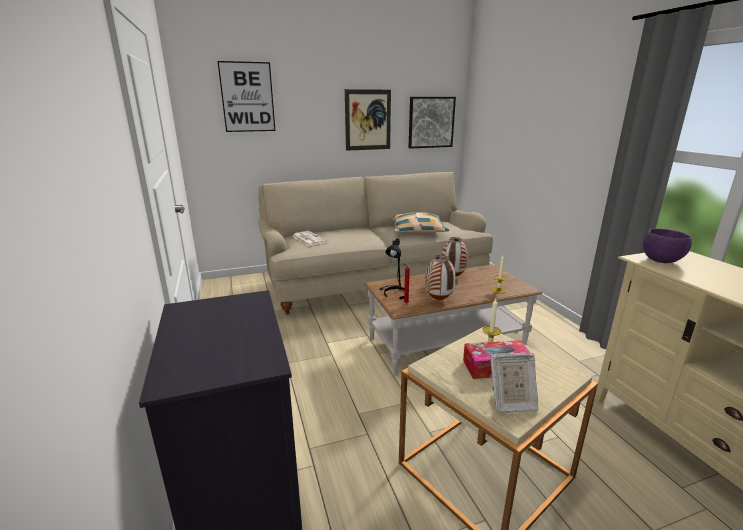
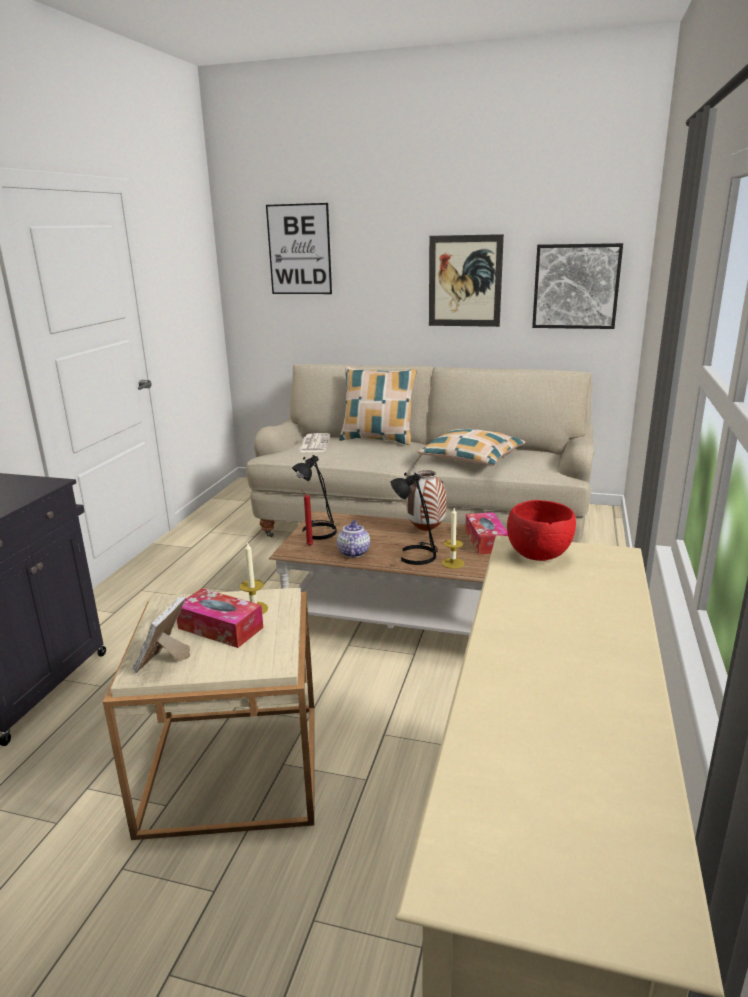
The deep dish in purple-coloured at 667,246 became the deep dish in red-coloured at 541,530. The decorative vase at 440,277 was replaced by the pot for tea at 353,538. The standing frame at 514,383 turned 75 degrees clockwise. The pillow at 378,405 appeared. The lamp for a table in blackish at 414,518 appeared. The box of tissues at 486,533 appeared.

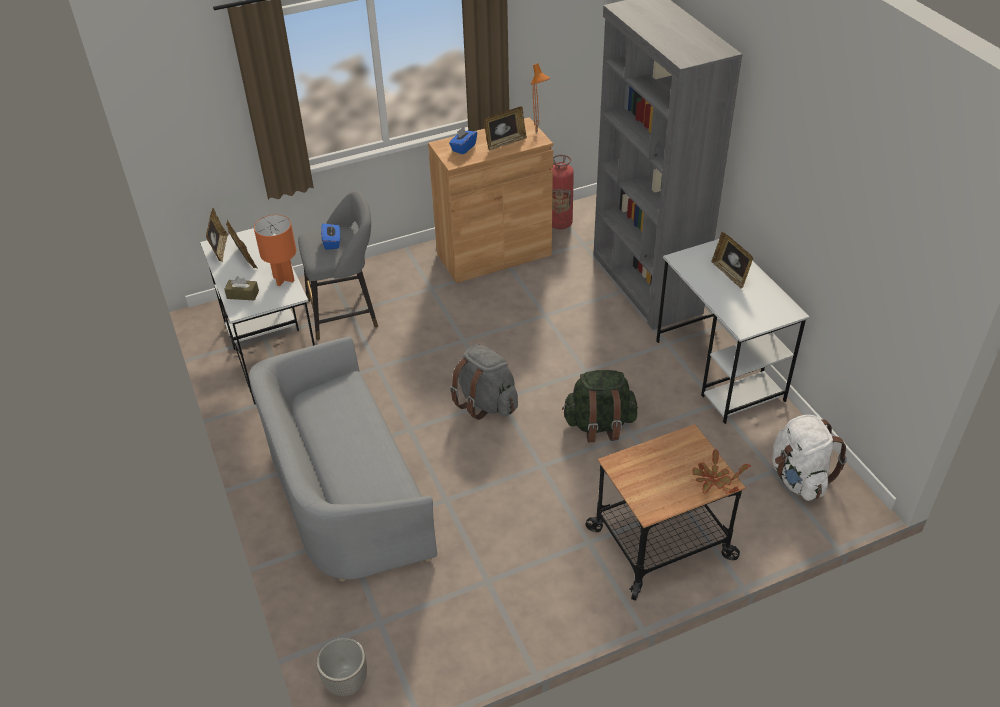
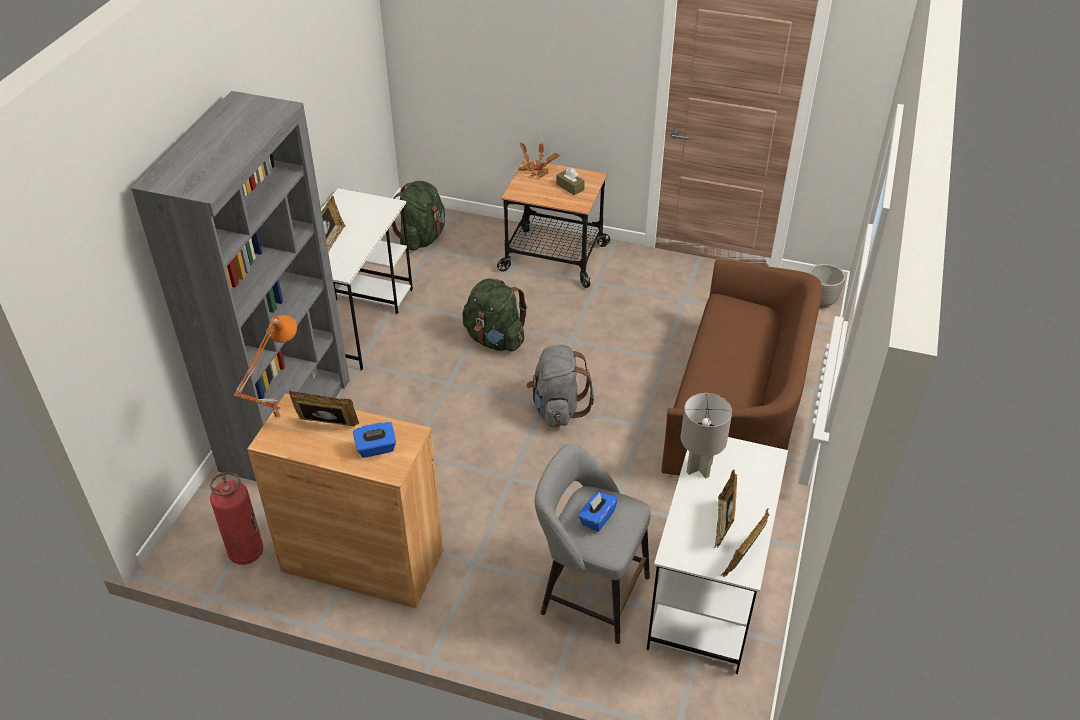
The lamp for a table in orange at 275,250 became the lamp for a table in grey at 706,435. The box of tissues in brown-coloured moved from 241,288 to 570,181. The settee in grey at 343,459 became the settee in brown-coloured at 741,368. The backpack in whitish at 809,458 became the backpack in green at 418,216.

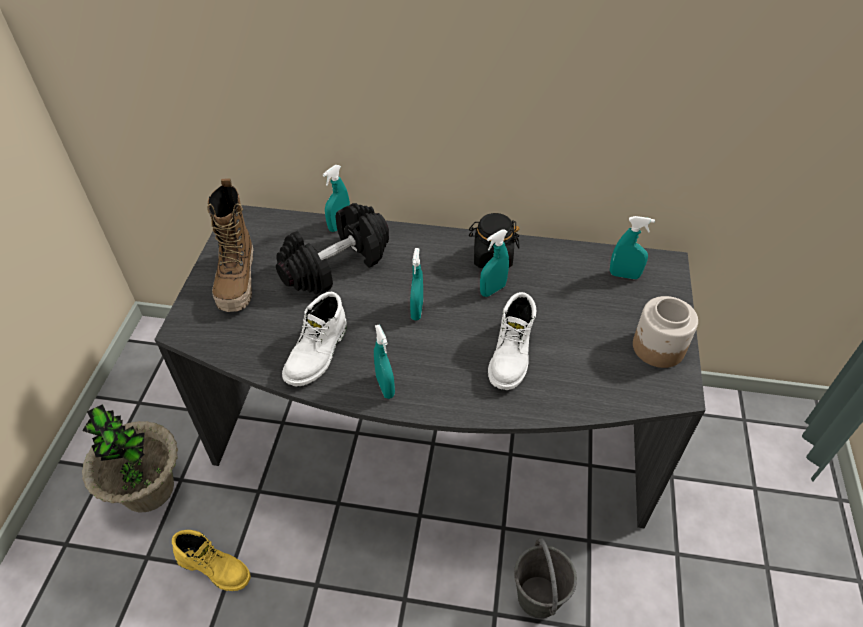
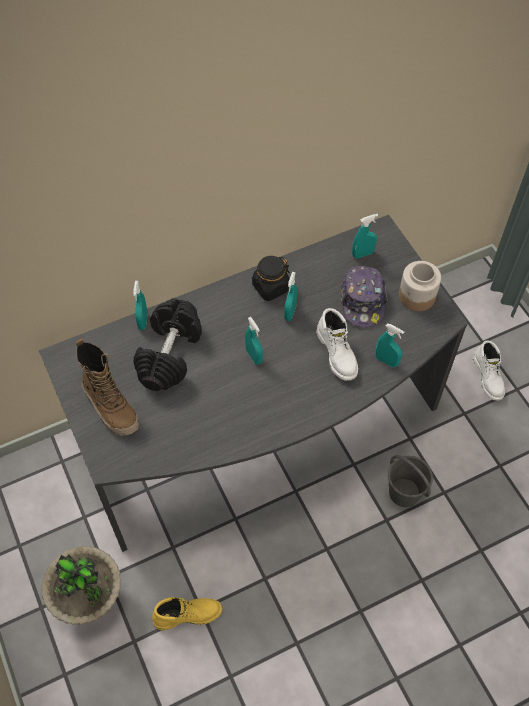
The tall boot in whitish moved from 314,339 to 489,371. The hand sprayer in blue-green moved from 384,361 to 390,345. The baseball cap at 364,297 appeared.

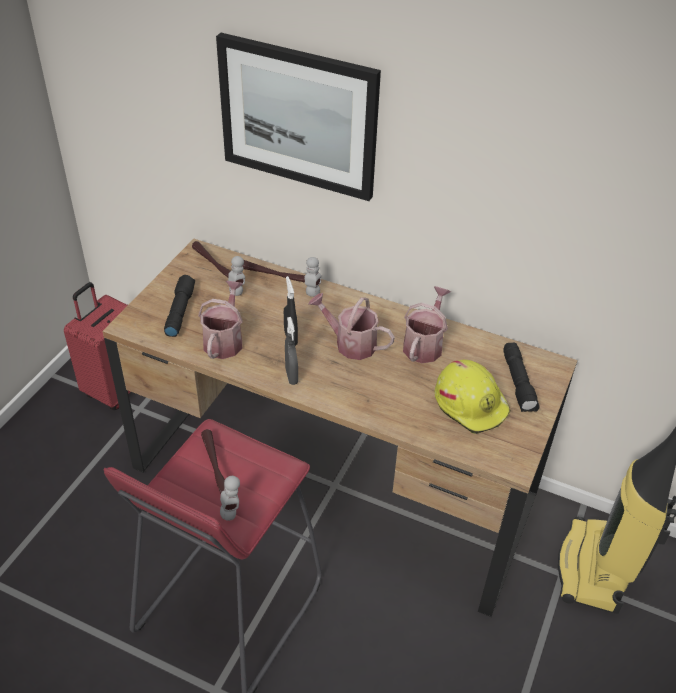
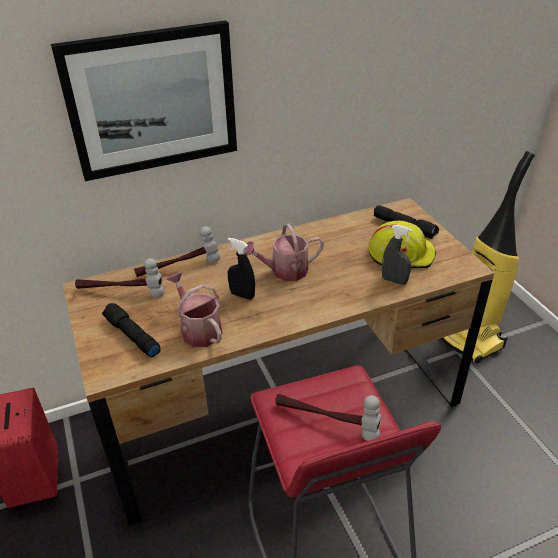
The sprinkling can at 427,324 disappeared. The hand sprayer in grey moved from 291,351 to 397,255.

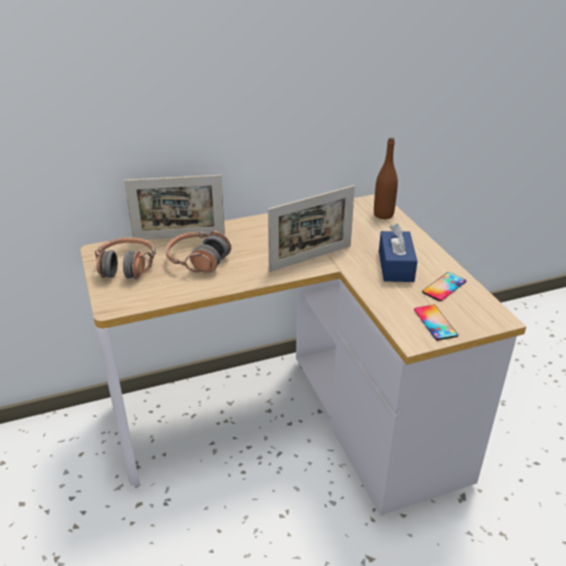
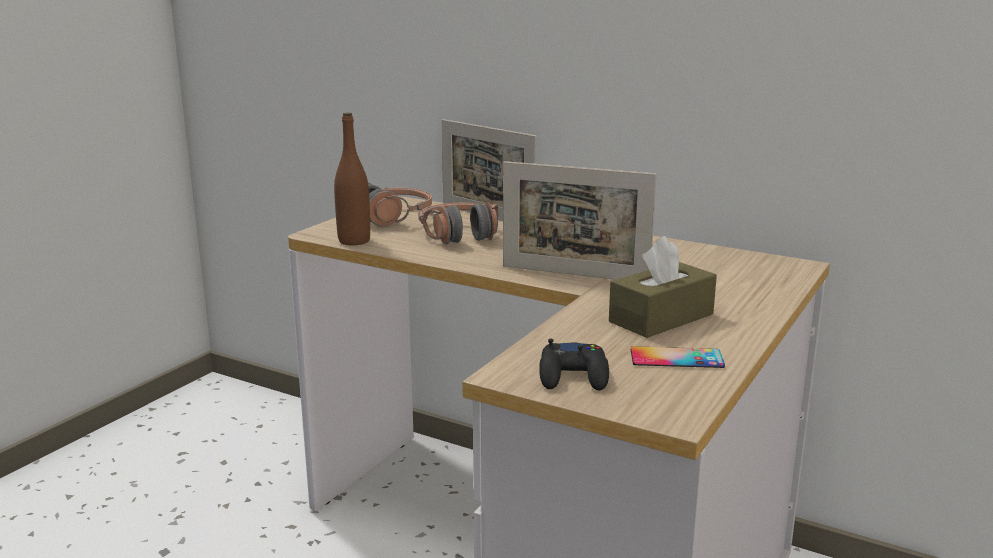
The beverage bottle in brown-coloured moved from 386,178 to 352,179. The box of tissues in blue-coloured at 398,253 became the box of tissues in brown-coloured at 663,287. The telephone at 436,323 was replaced by the gamepad in blackish at 574,364.

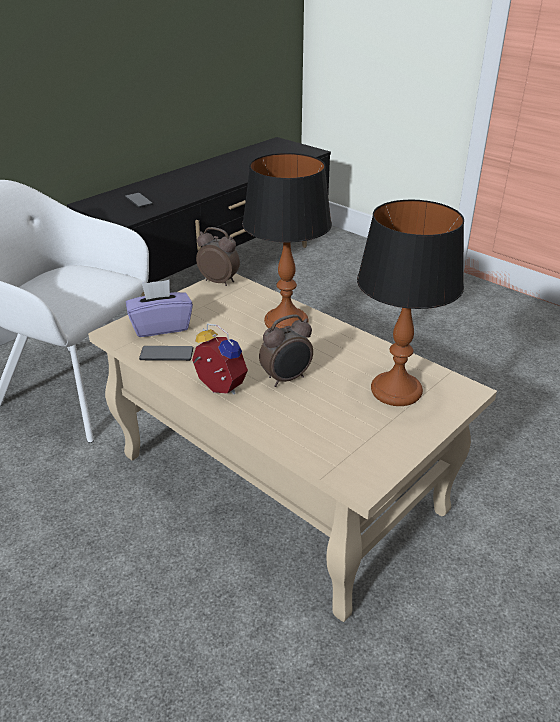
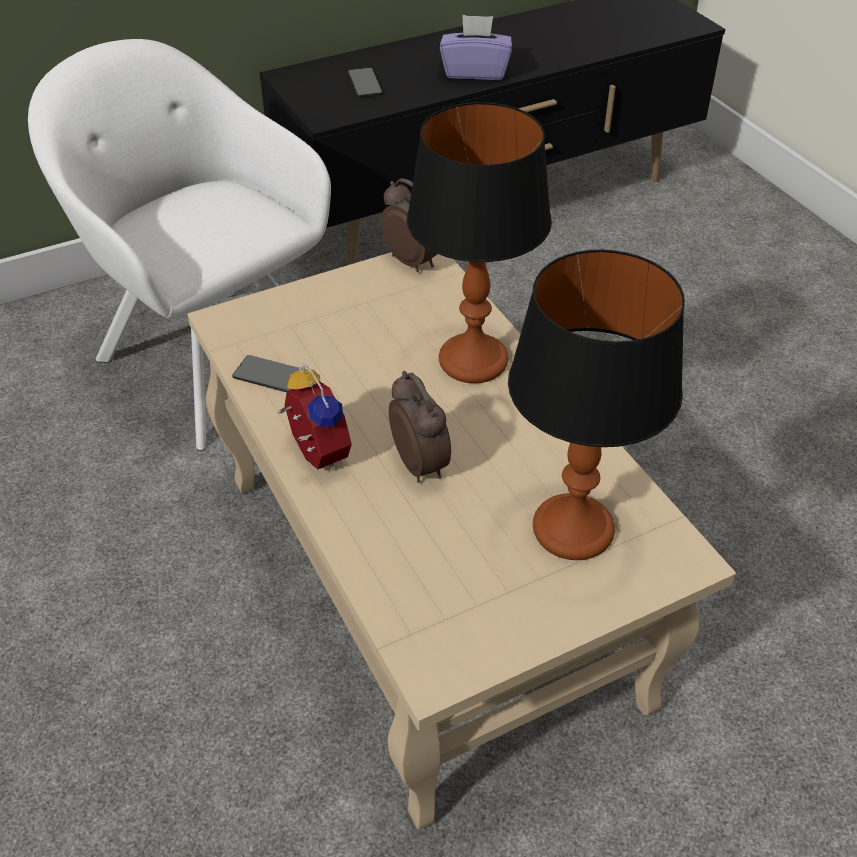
The box of tissues in purple-coloured moved from 159,308 to 476,47. The table clock at 286,350 turned 105 degrees counterclockwise.

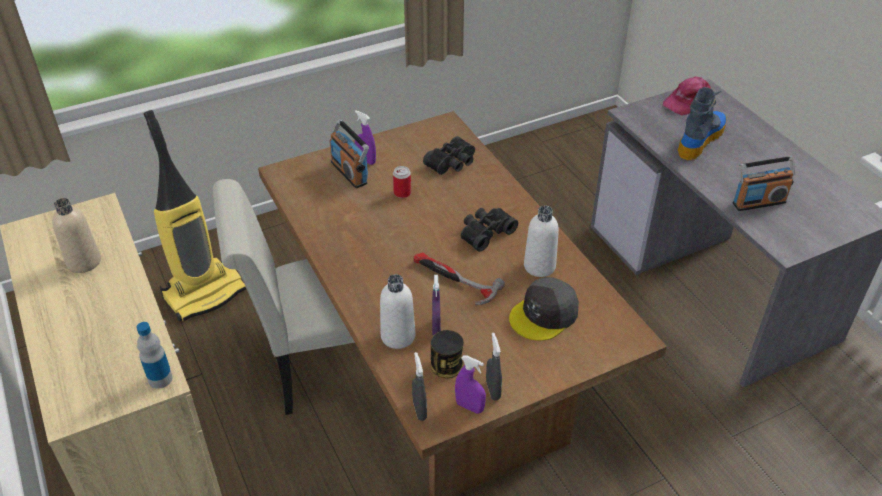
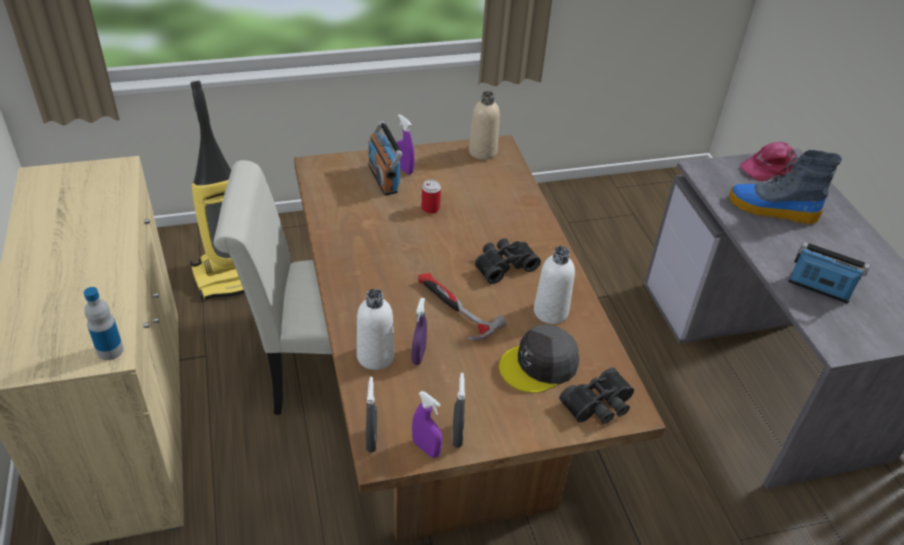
The tall boot at 702,123 turned 120 degrees counterclockwise. The pair of binoculars in blackish moved from 449,155 to 596,396. The radio receiver at 764,183 turned 150 degrees counterclockwise. The beverage bottle in sand-coloured moved from 76,235 to 484,125. The metal can at 447,354 disappeared.

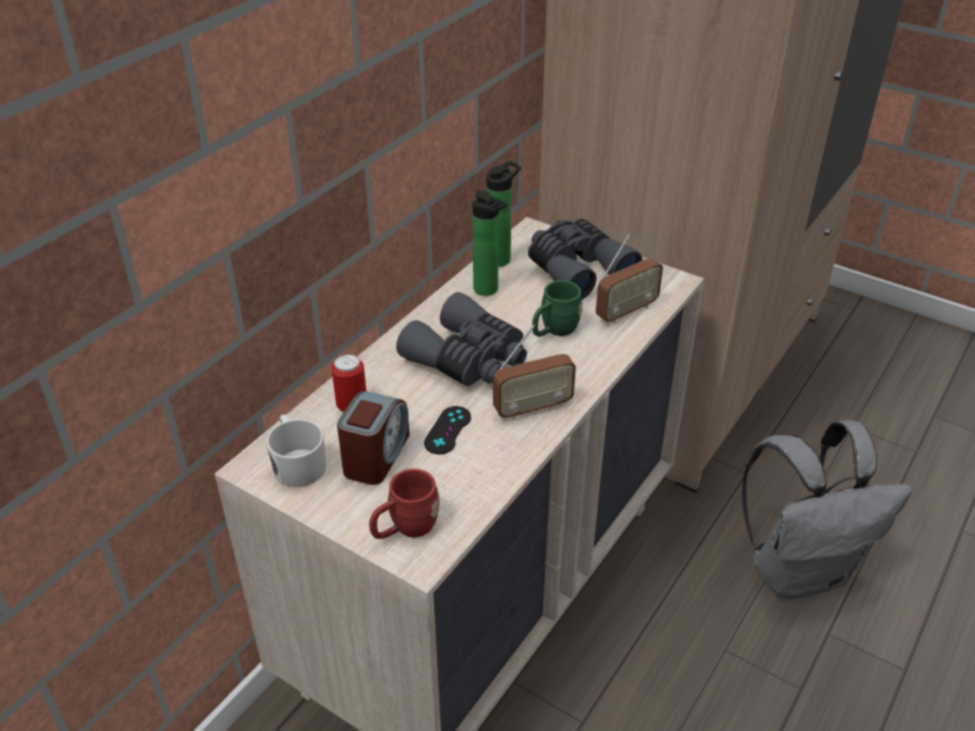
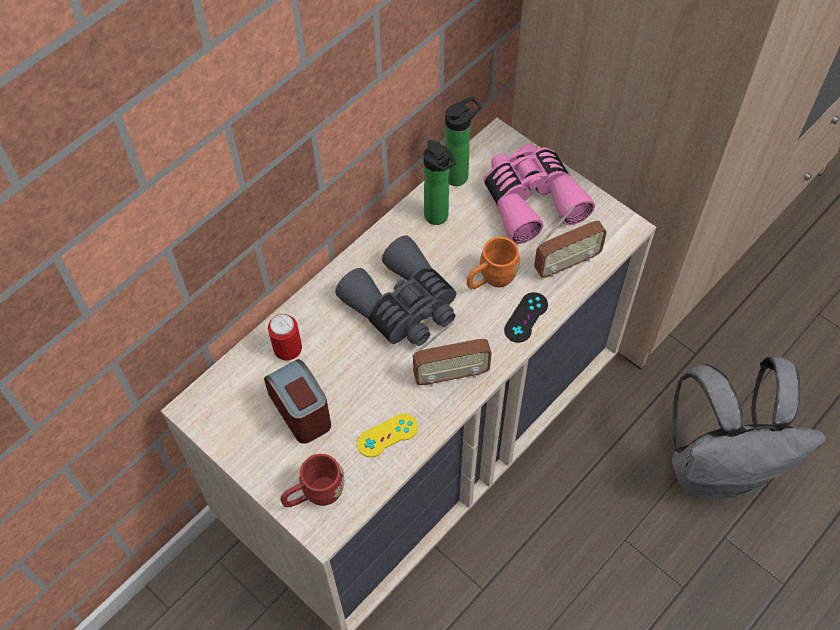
The pair of binoculars in grey at 585,259 became the pair of binoculars in pink at 539,194. The tea mug in green at 557,308 became the tea mug in orange at 493,263. The table clock at 373,438 turned 60 degrees counterclockwise. The gamepad in blackish moved from 447,430 to 526,317. The tea mug in whitish at 296,451 disappeared. The gamepad in yellowish at 387,435 appeared.

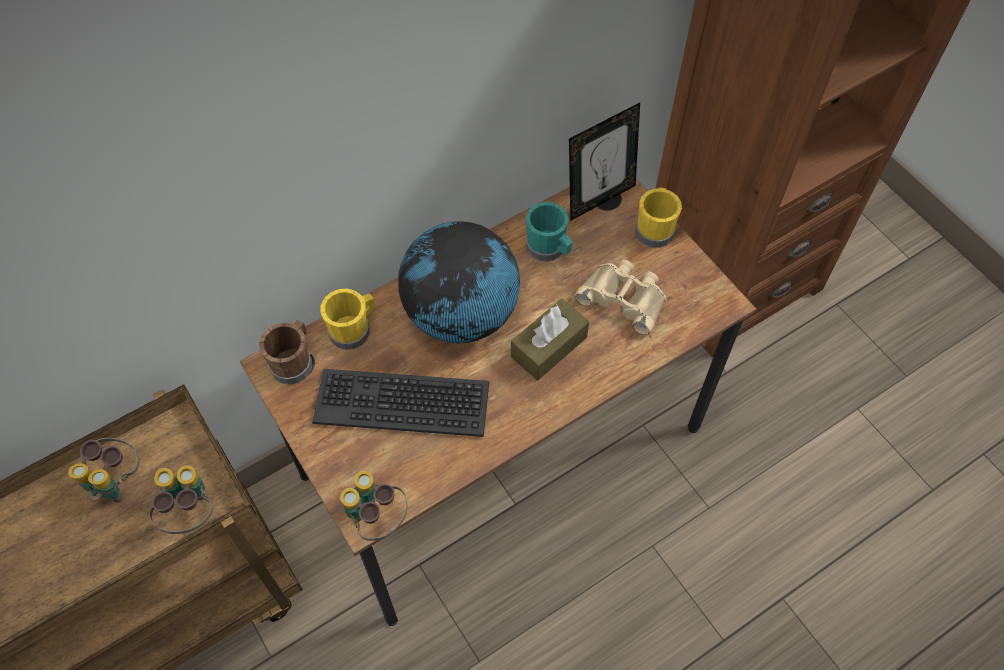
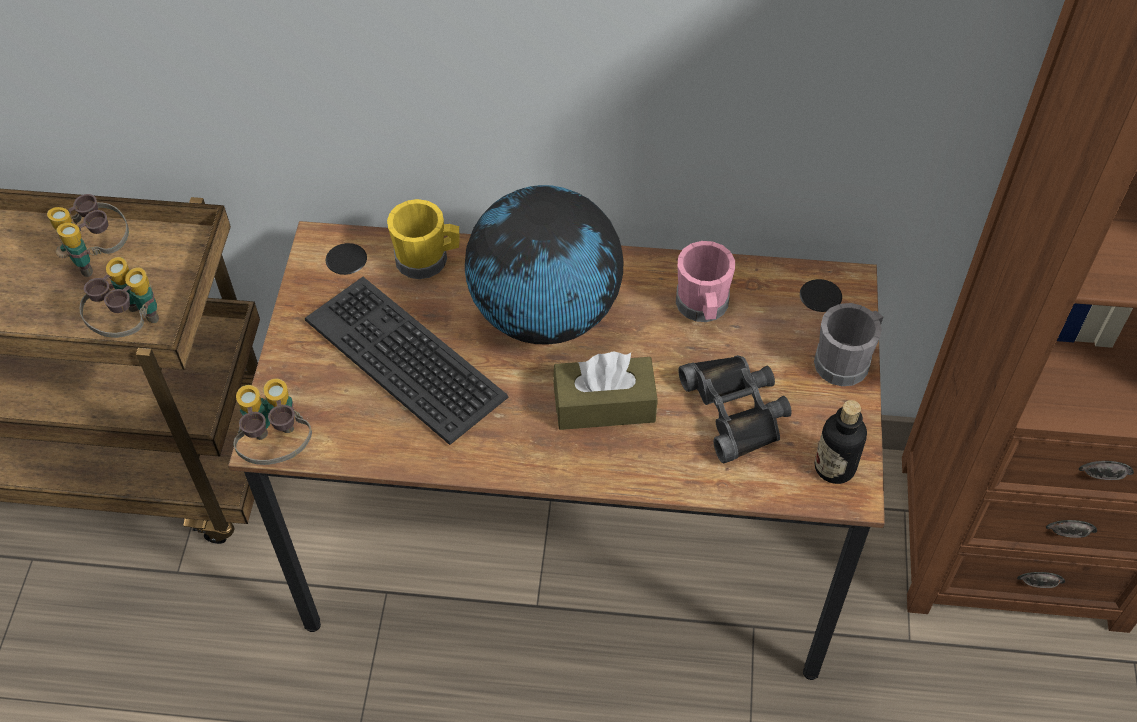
The standing frame at 604,162 disappeared. The tea mug in yellowish at 658,217 became the tea mug in grey at 848,344. The tea mug in blue-green at 549,232 became the tea mug in pink at 705,281. The pair of binoculars in sand-coloured at 620,297 became the pair of binoculars in blackish at 735,409. The tea mug in brown-coloured at 285,352 disappeared. The beverage bottle at 841,442 appeared.

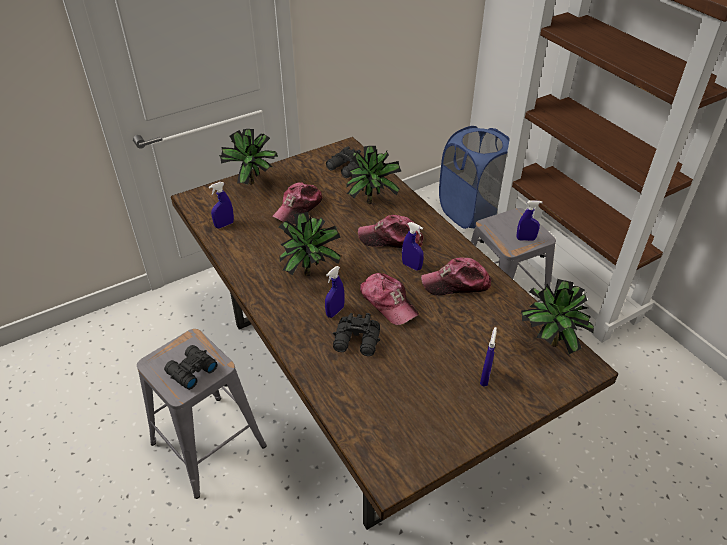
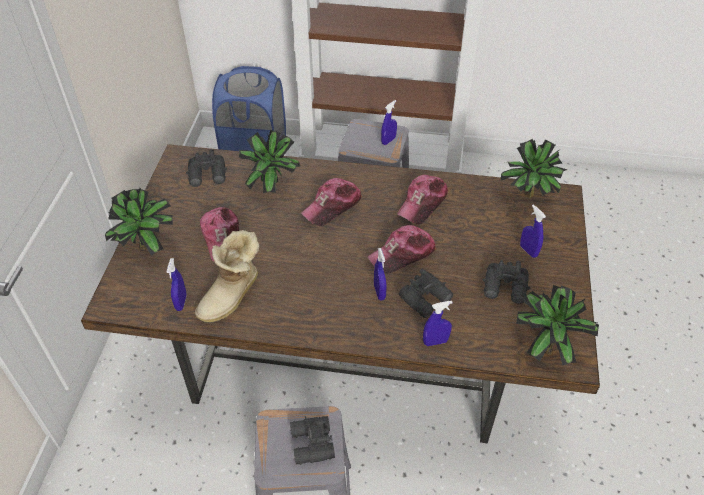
The houseplant moved from 310,244 to 557,325. The hand sprayer in blue-coloured moved from 413,246 to 438,323. The baseball cap at 389,299 turned 150 degrees clockwise. The tall boot at 227,276 appeared. The pair of binoculars in blackish at 506,282 appeared.

